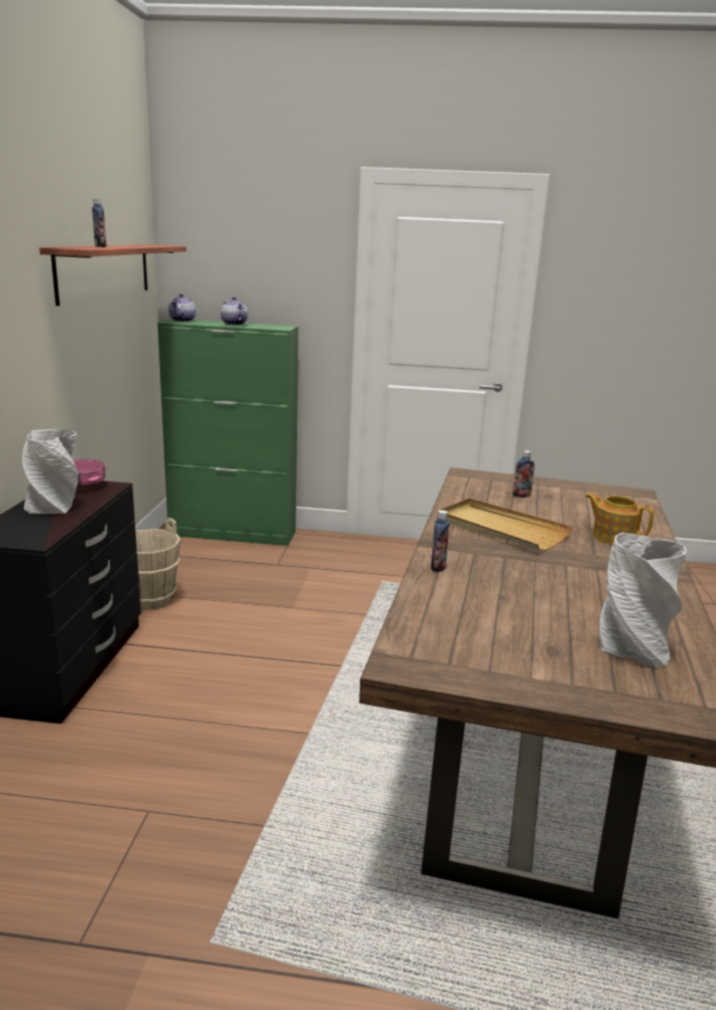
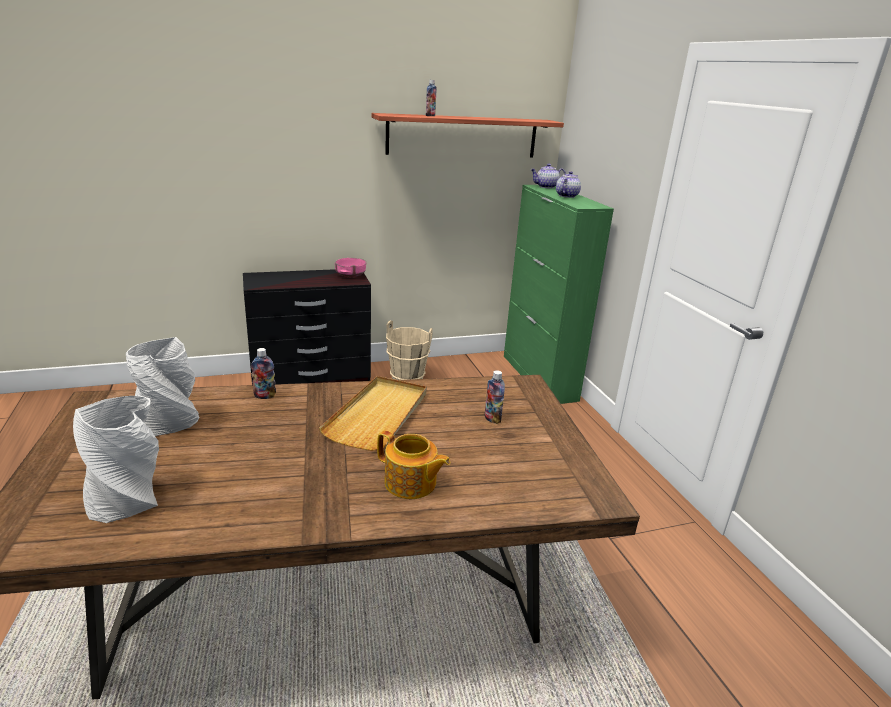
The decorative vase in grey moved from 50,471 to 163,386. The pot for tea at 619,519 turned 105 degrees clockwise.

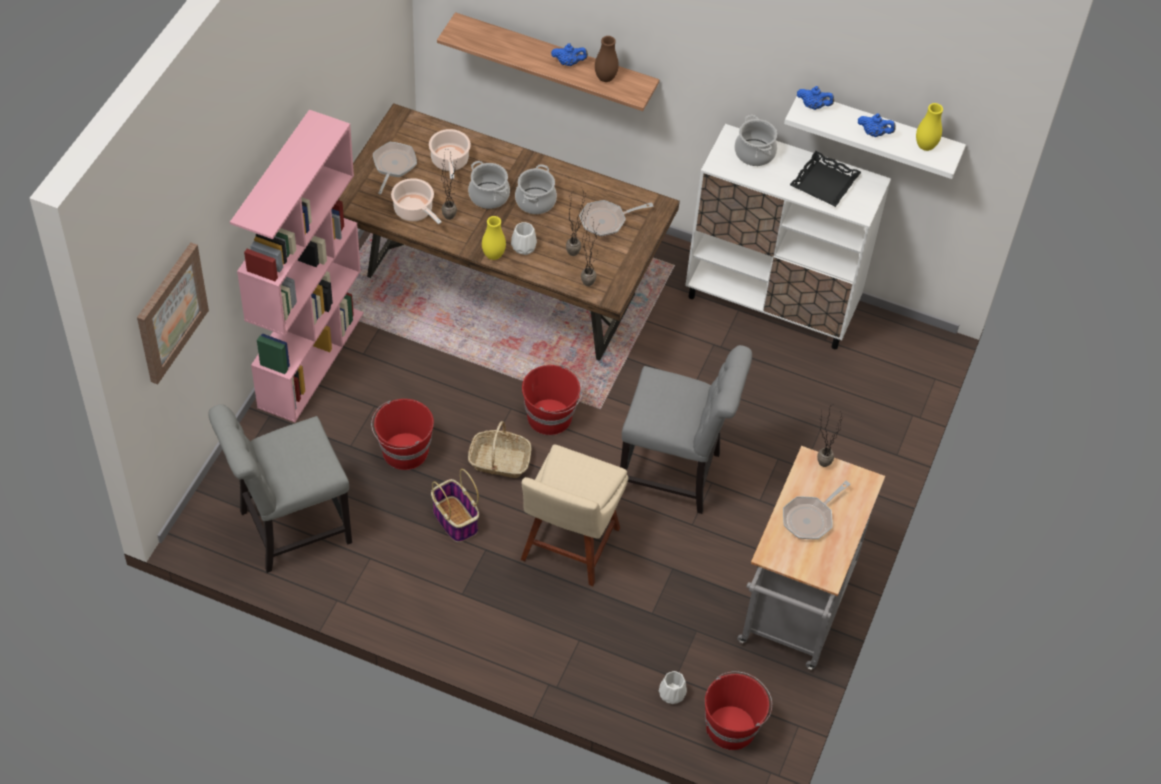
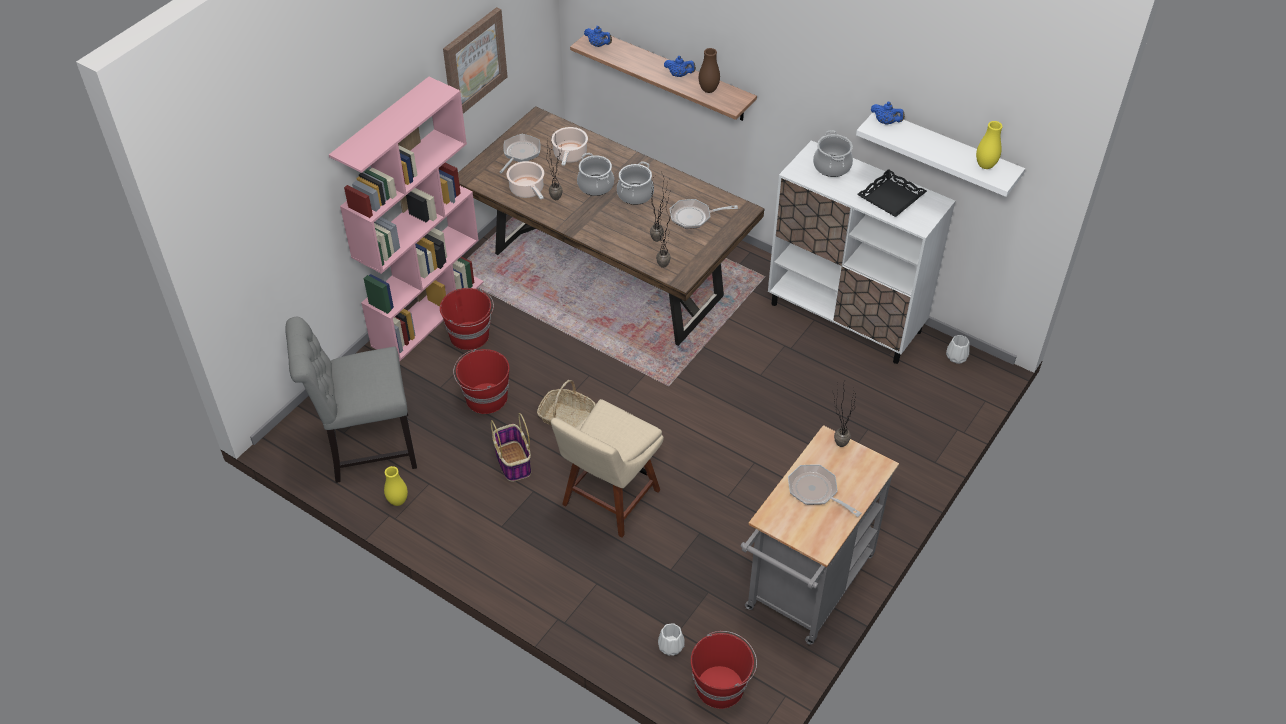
The pot for tea in blue-coloured moved from 877,125 to 598,36. The decorative vase in yellowish moved from 494,238 to 396,486. The decorative vase in whitish moved from 524,238 to 958,349. The picture moved from 173,313 to 475,60. The chair in grey at 686,429 disappeared. The water bucket in red-coloured moved from 552,400 to 467,319. The skillet at 817,510 turned 75 degrees clockwise.

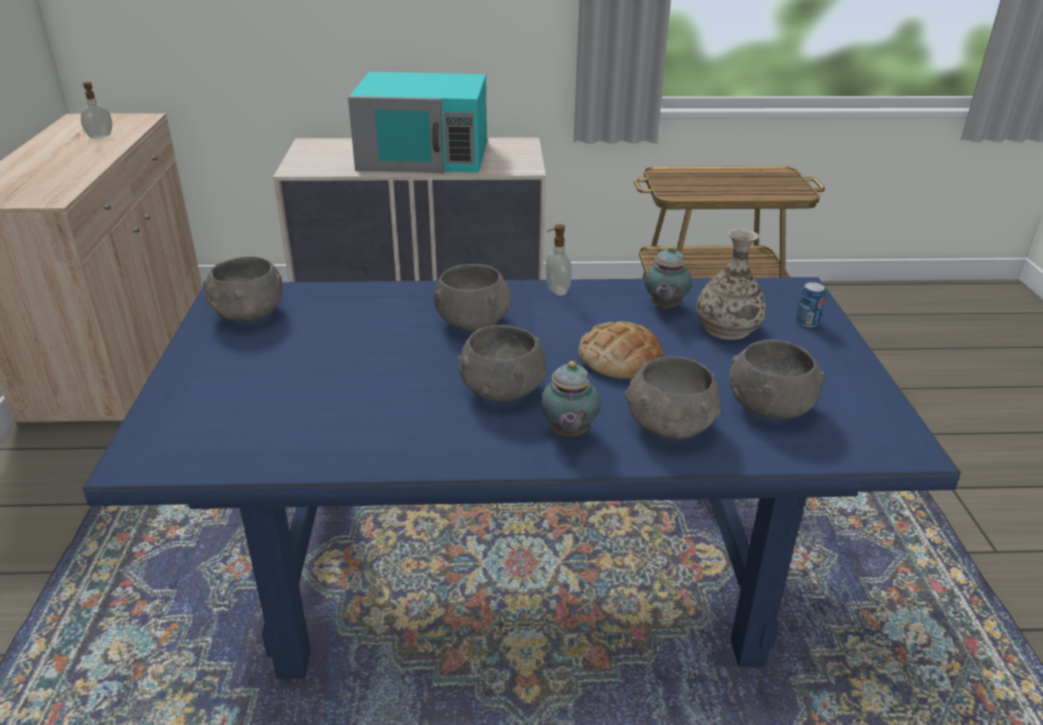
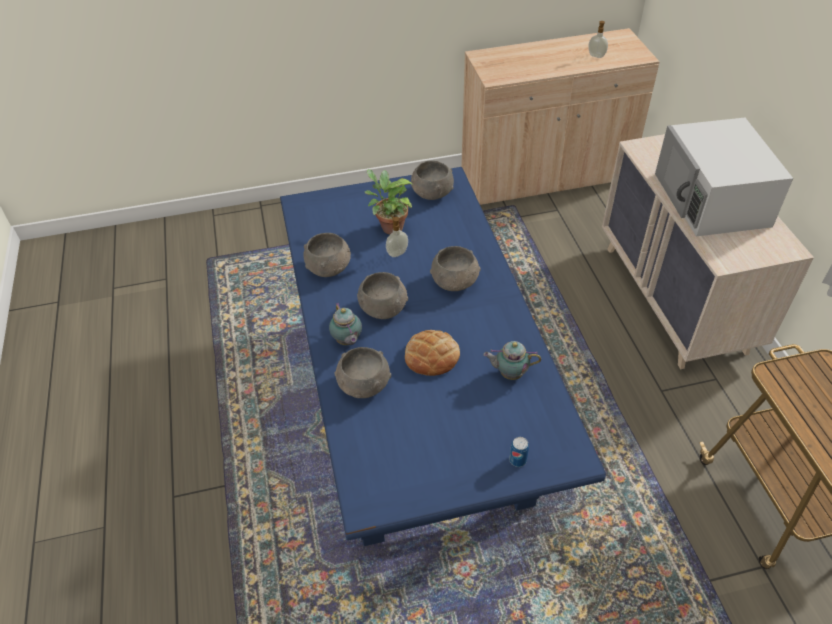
The microwave oven in blue-green at 417,122 became the microwave oven in whitish at 724,177. The soap dispenser moved from 558,260 to 397,236. The decorative vase at 731,284 disappeared. The deep dish in grey moved from 777,379 to 327,255. The pot for tea at 570,398 turned 105 degrees counterclockwise. The houseplant at 388,201 appeared.

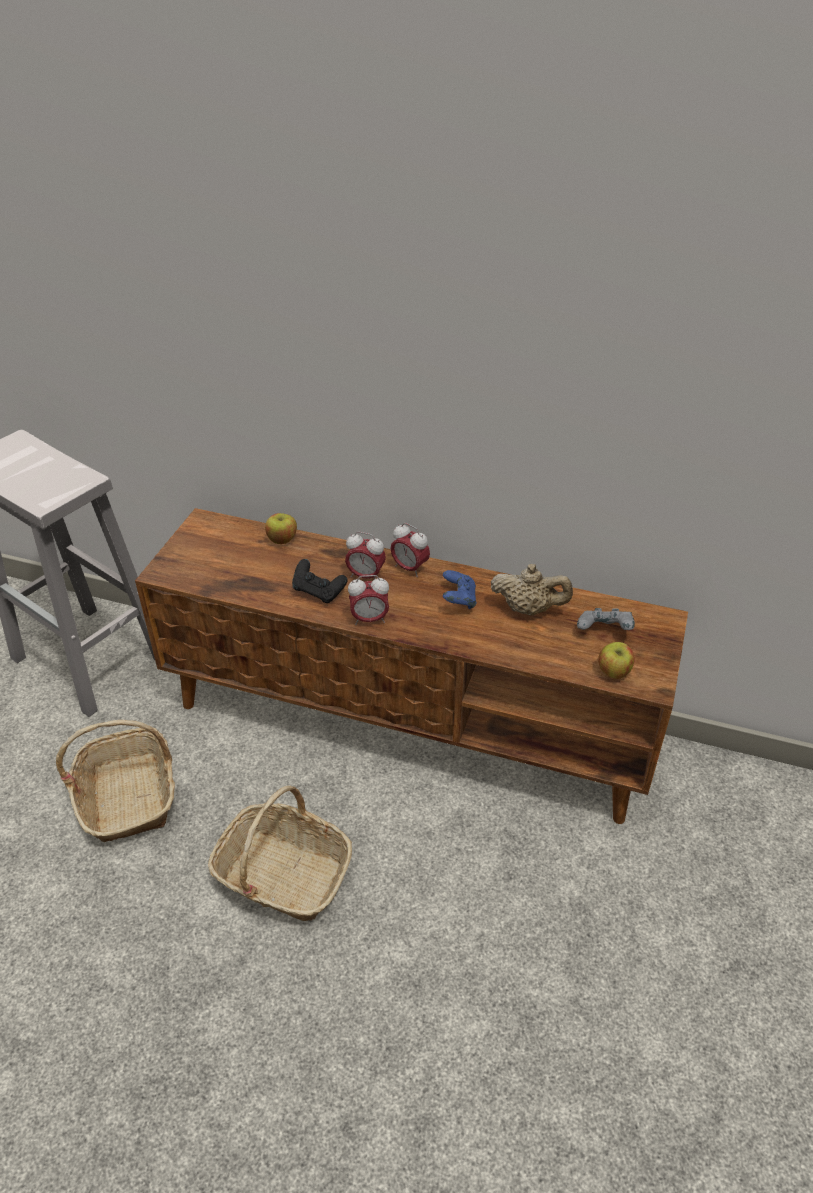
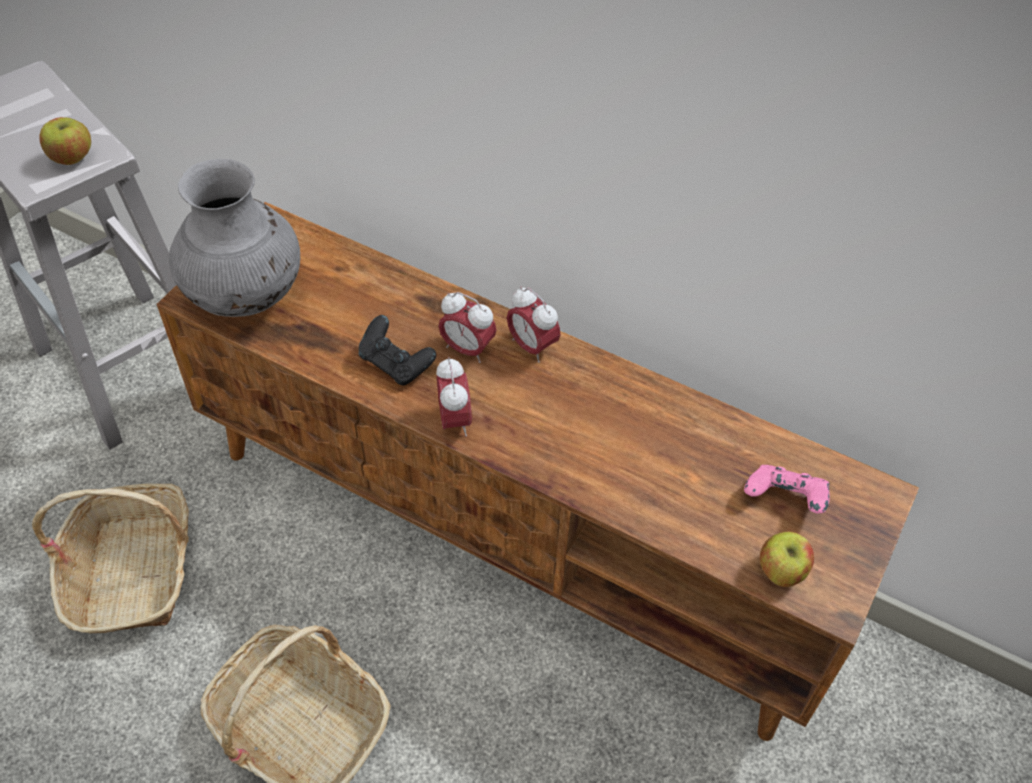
The apple moved from 281,528 to 65,141. The pot for tea in sand-coloured at 532,590 disappeared. The gamepad in blue-coloured at 460,589 disappeared. The table clock at 368,600 turned 105 degrees counterclockwise. The gamepad in grey at 606,619 became the gamepad in pink at 787,489. The decorative vase in grey at 234,238 appeared.

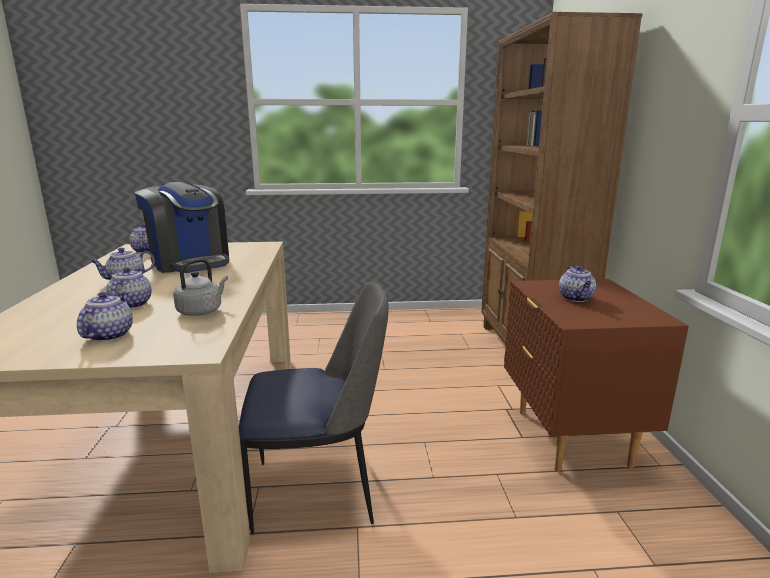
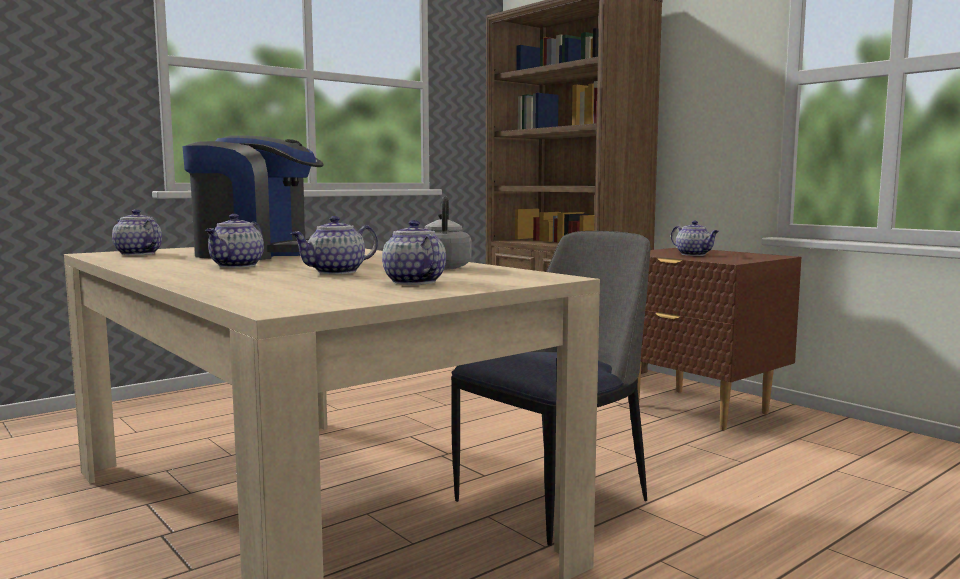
The pot for tea at 129,288 turned 90 degrees counterclockwise.

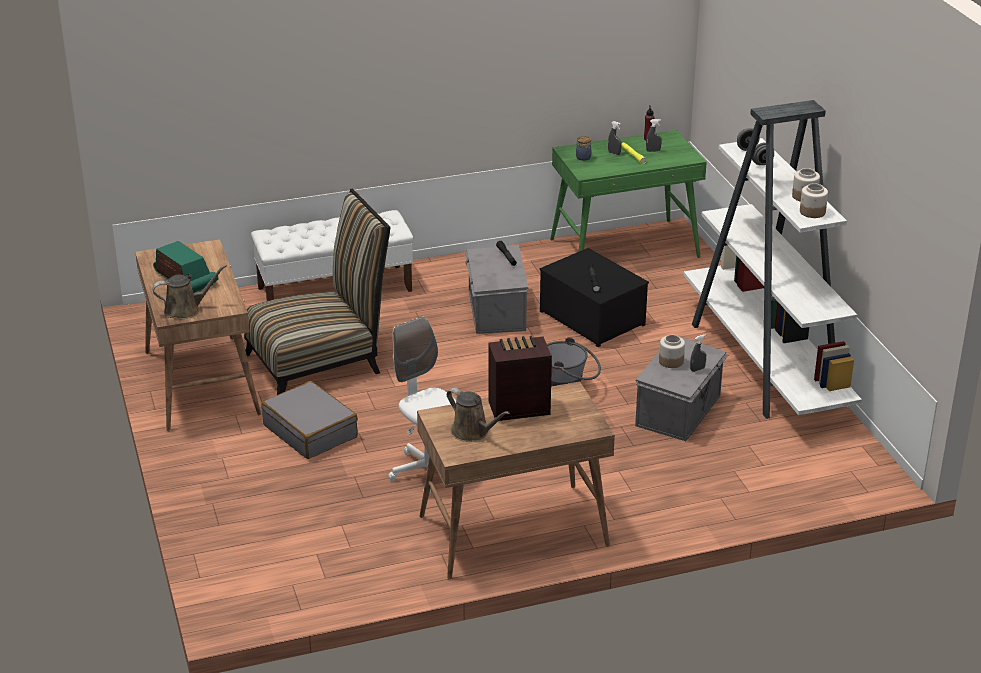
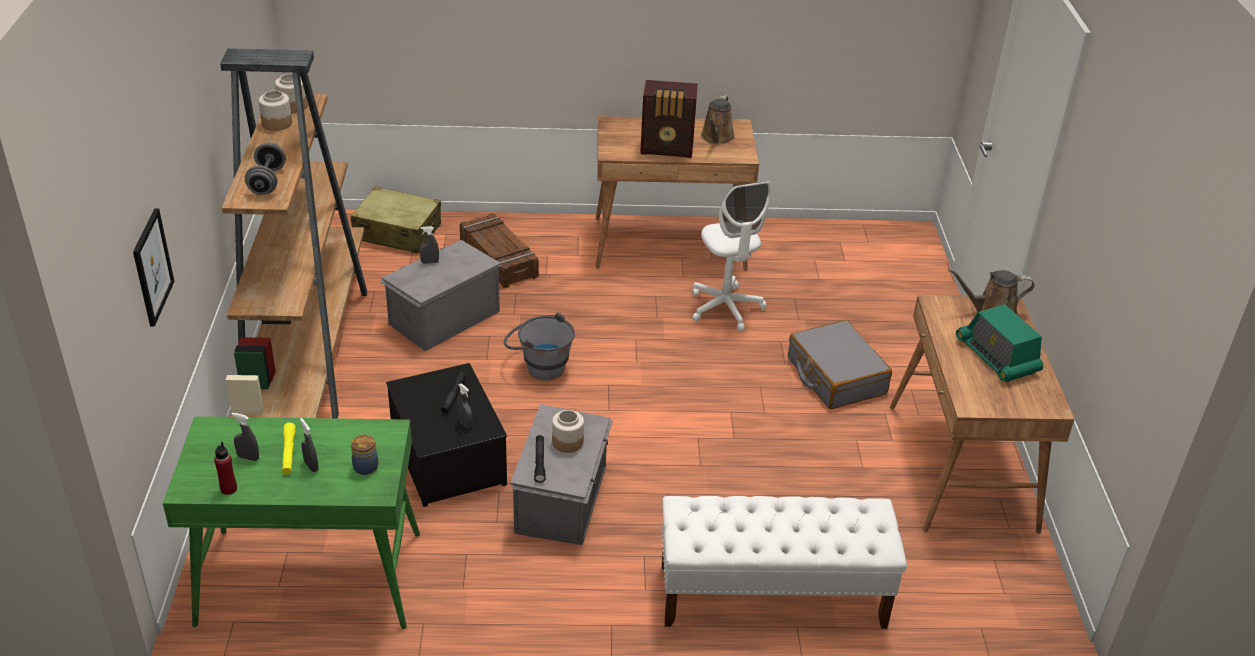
The shelving unit in whitish at 772,259 became the shelving unit in brown-coloured at 293,233. The chair at 317,291 disappeared. The storage jar moved from 672,351 to 568,431. The sprinkling can in brown-coloured at 478,415 turned 135 degrees counterclockwise. The travel case in sand-coloured at 396,220 appeared. The picture at 153,267 appeared. The packing crate at 499,250 appeared. The hand sprayer in grey at 465,405 appeared.

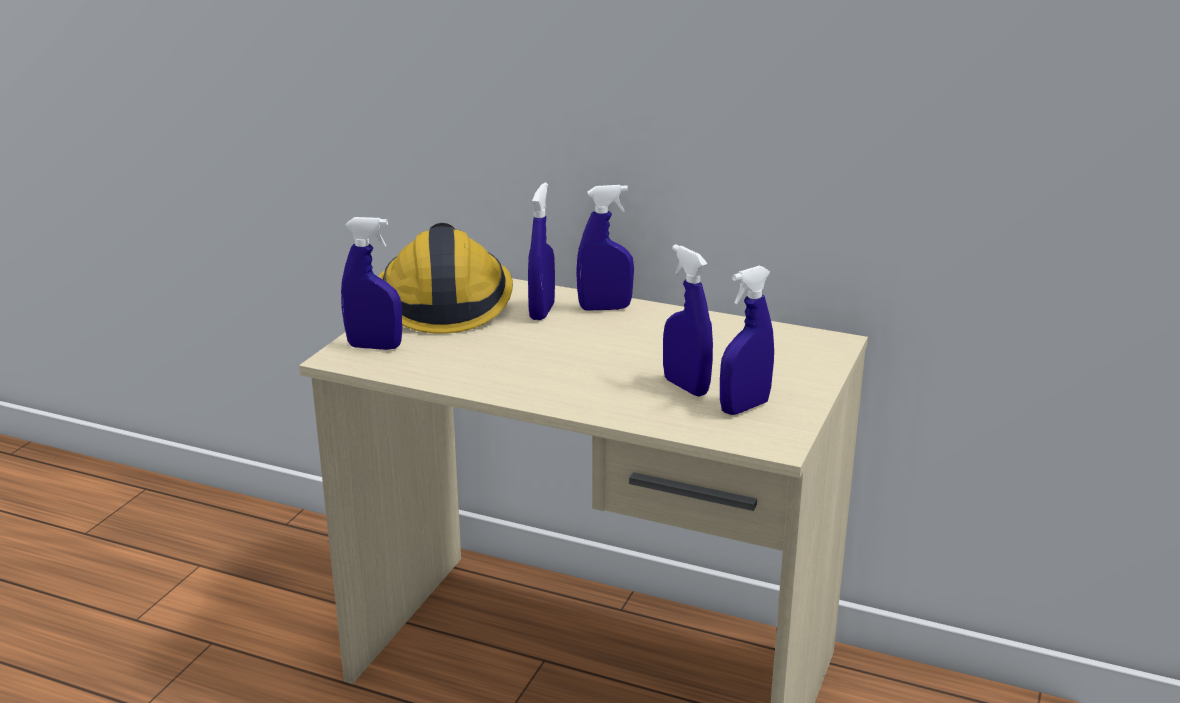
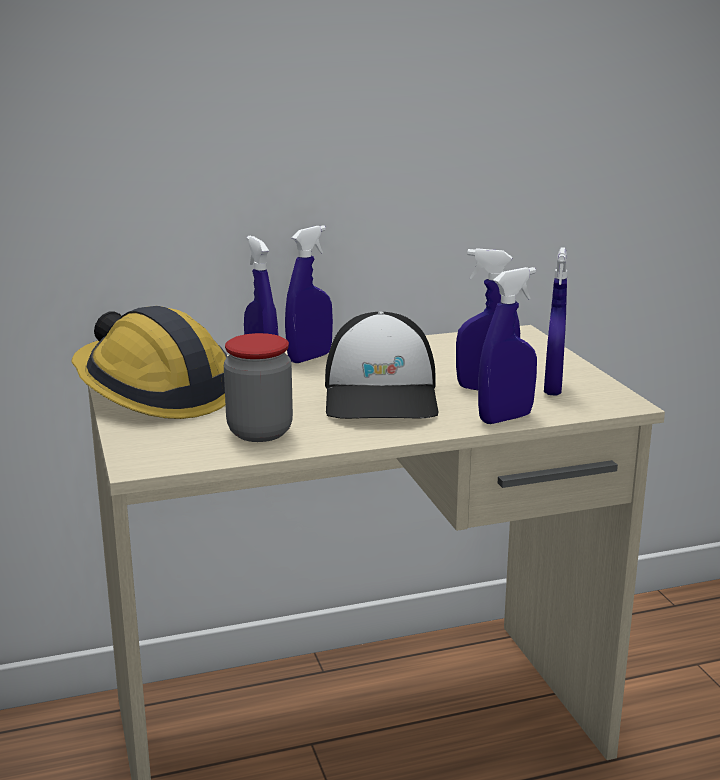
The hand sprayer in blue-coloured moved from 371,283 to 507,345. The baseball cap at 381,365 appeared. The storage jar at 258,387 appeared.

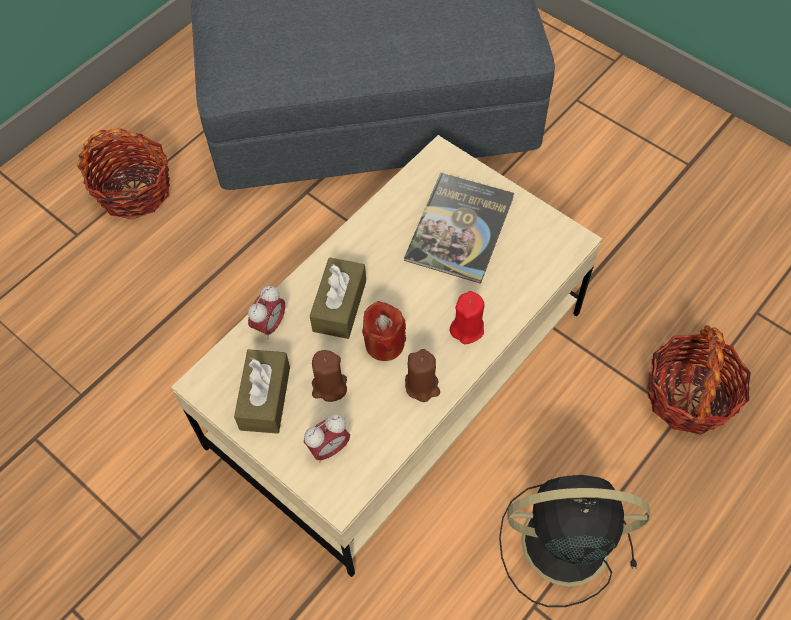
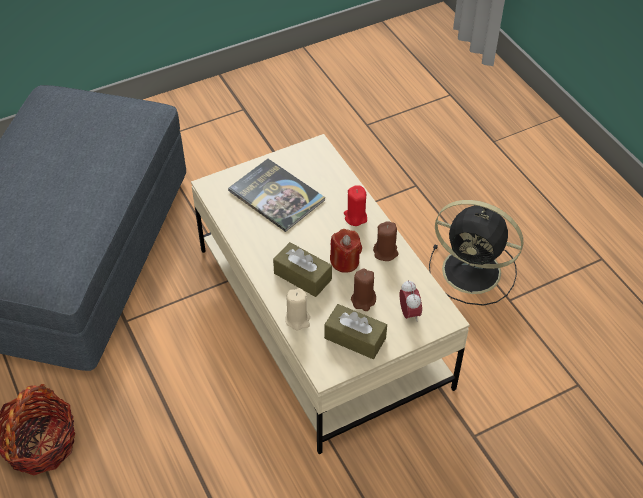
The table clock at 266,313 was replaced by the wax candle in sand-coloured at 297,309. The storage basket at 699,380 disappeared. The fan in blackish at 574,541 turned 90 degrees counterclockwise.

